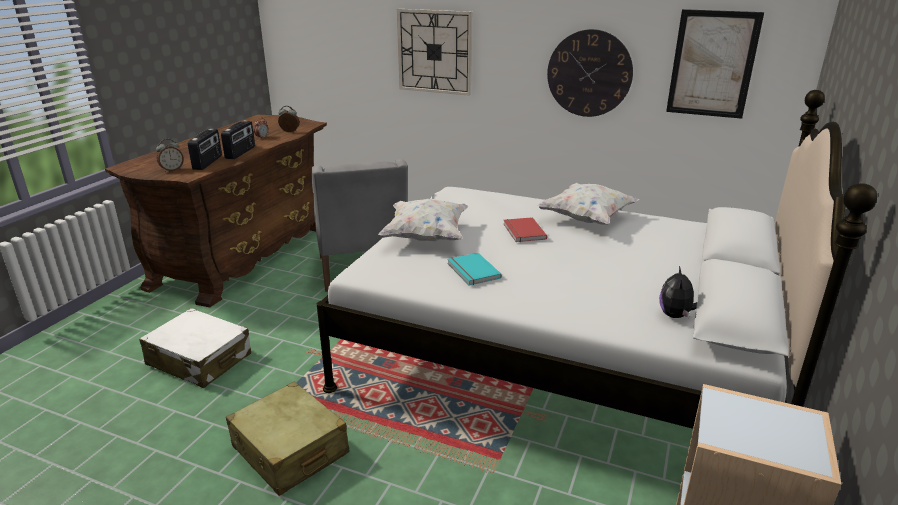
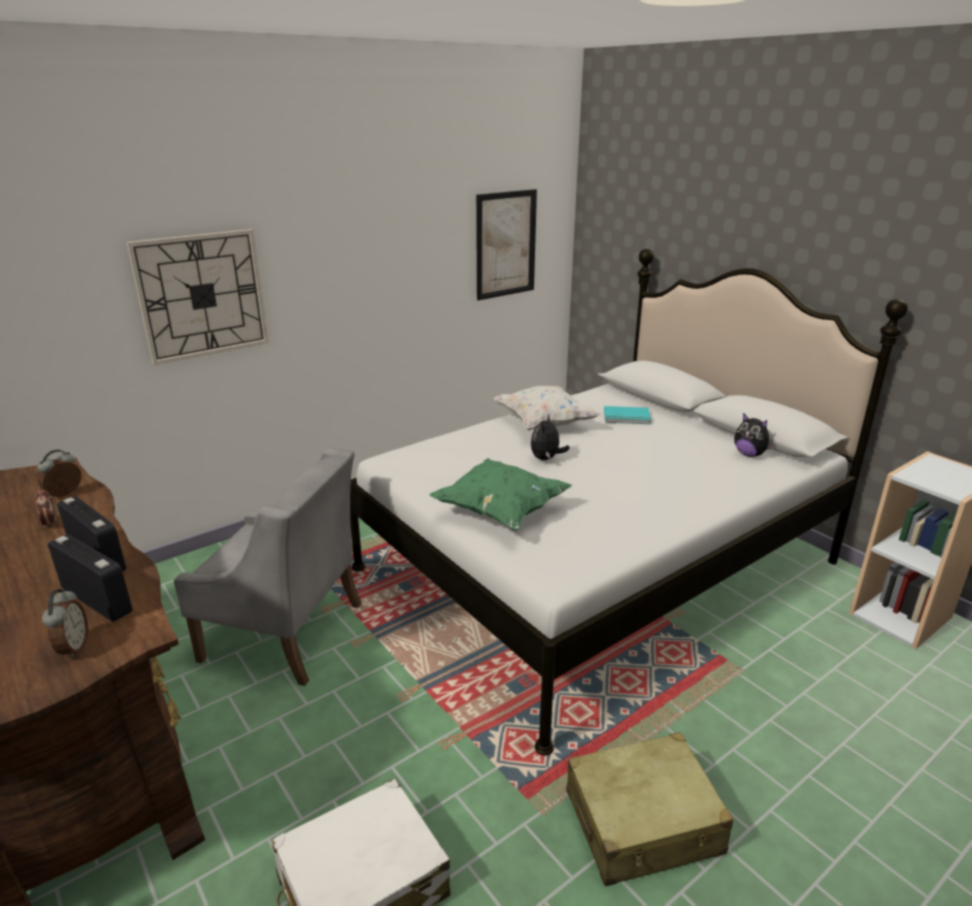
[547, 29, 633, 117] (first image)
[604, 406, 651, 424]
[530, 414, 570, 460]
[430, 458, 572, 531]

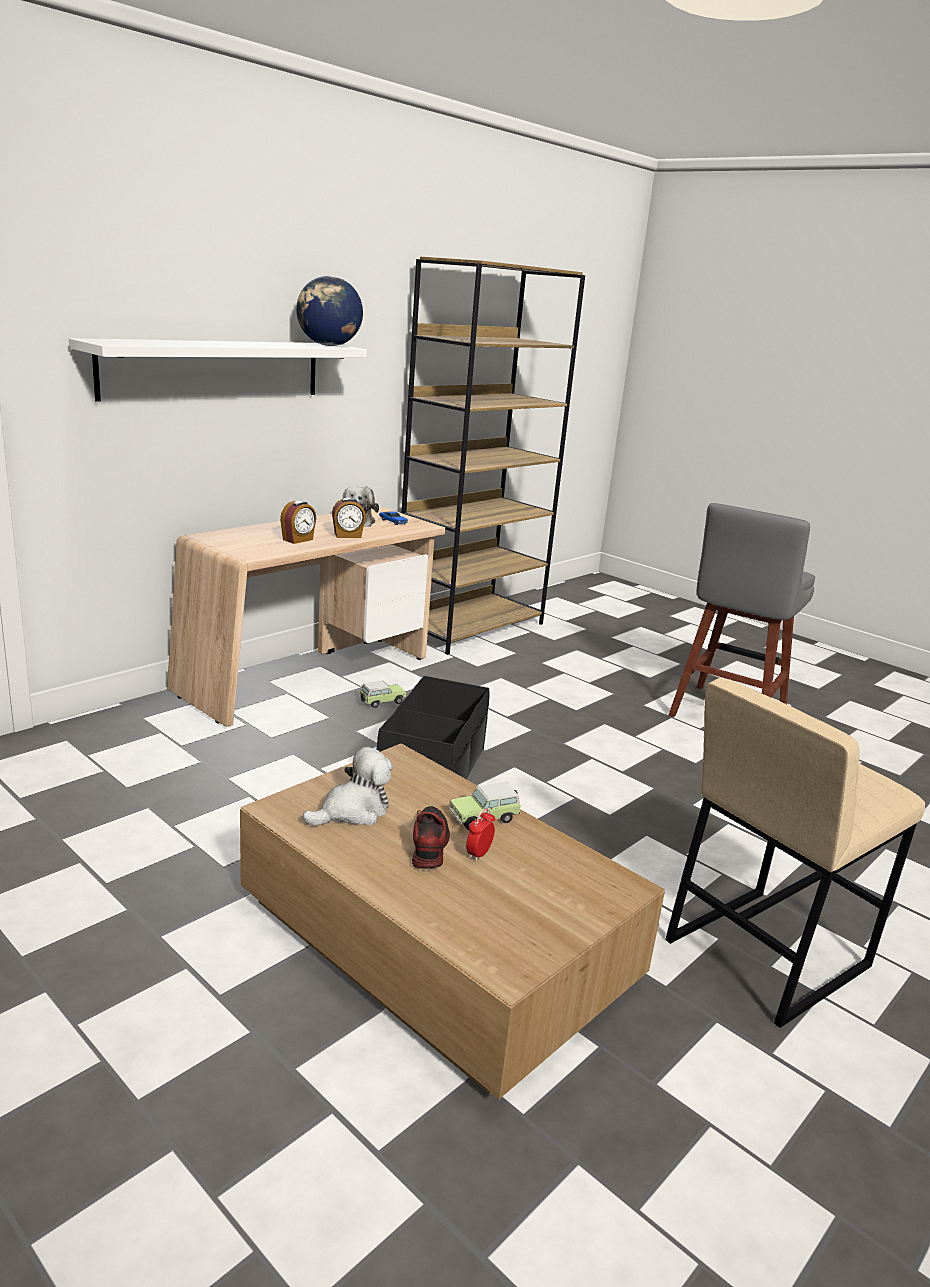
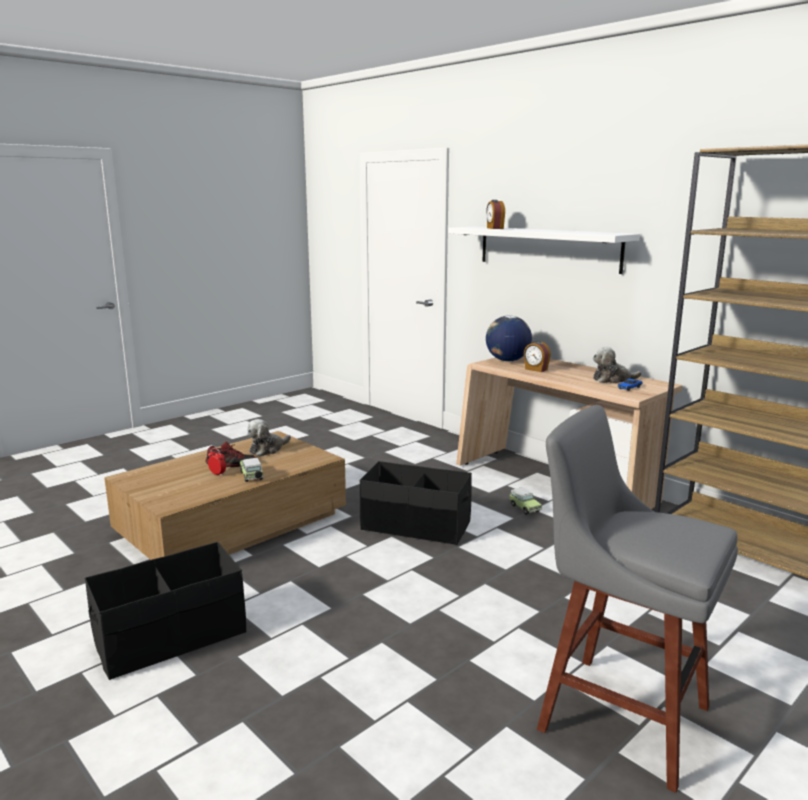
[486, 316, 532, 361]
[486, 200, 505, 229]
[85, 542, 246, 680]
[247, 419, 291, 456]

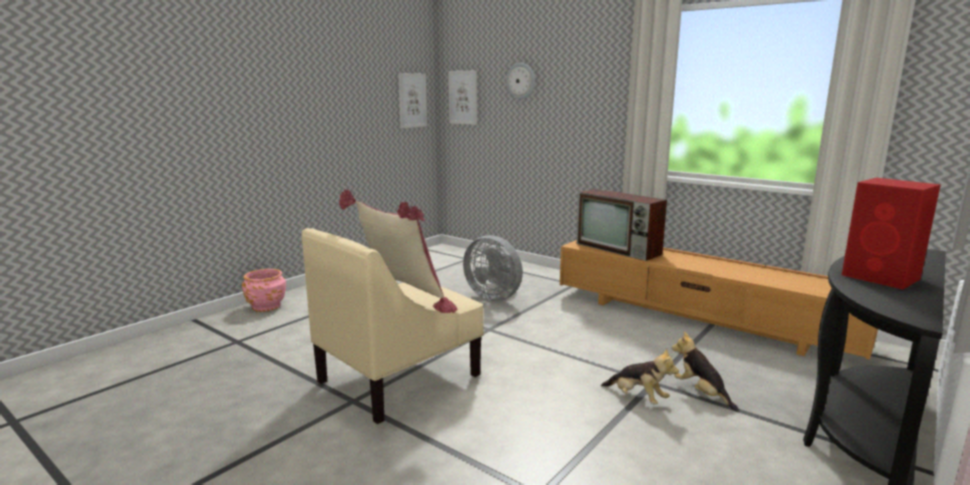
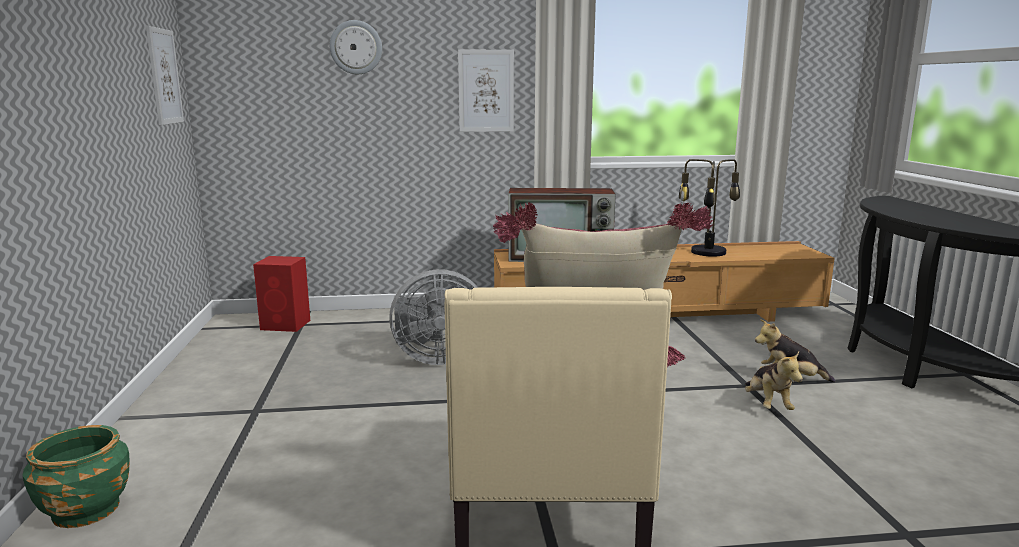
[679, 159, 740, 257]
[458, 49, 514, 132]
[253, 256, 310, 332]
[22, 425, 129, 528]
[745, 352, 803, 410]

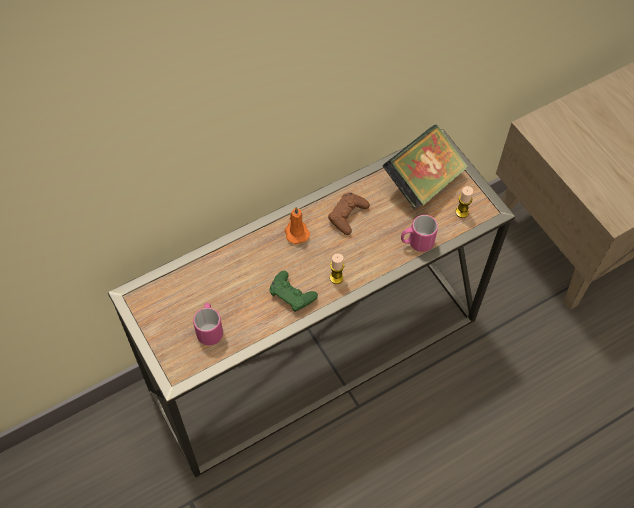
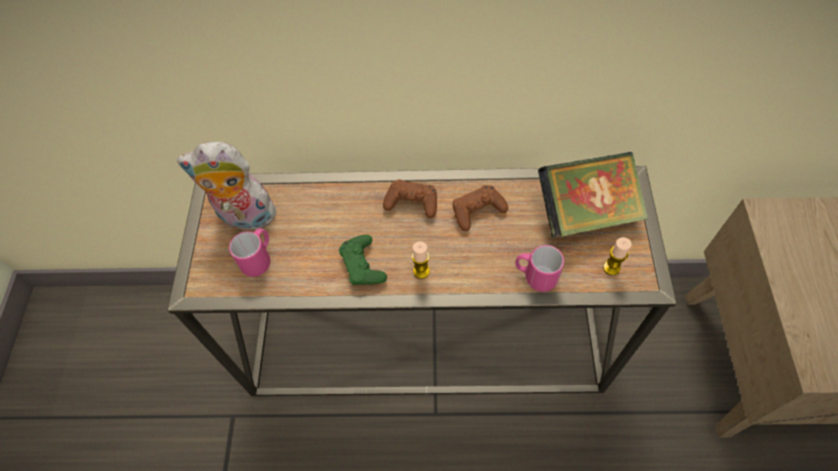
[176, 142, 276, 231]
[383, 180, 437, 218]

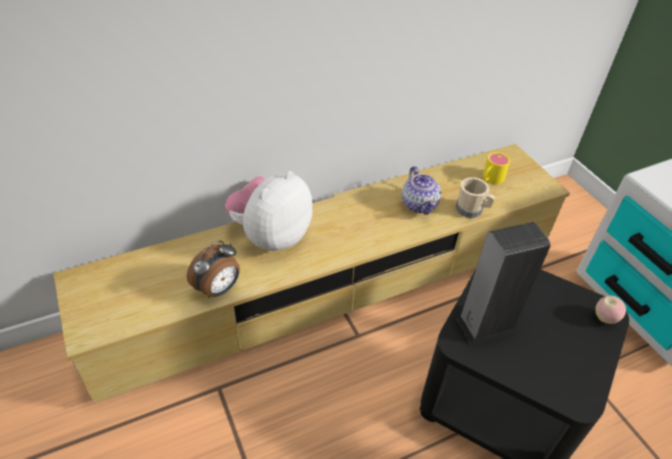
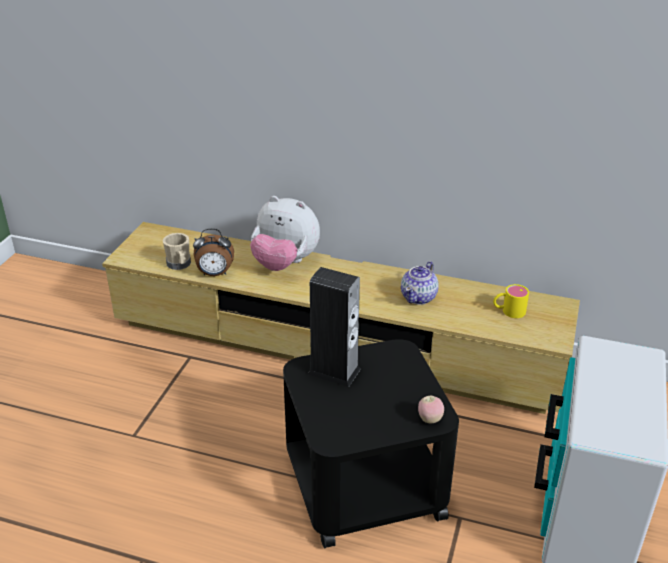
[163, 233, 191, 270]
[250, 196, 320, 271]

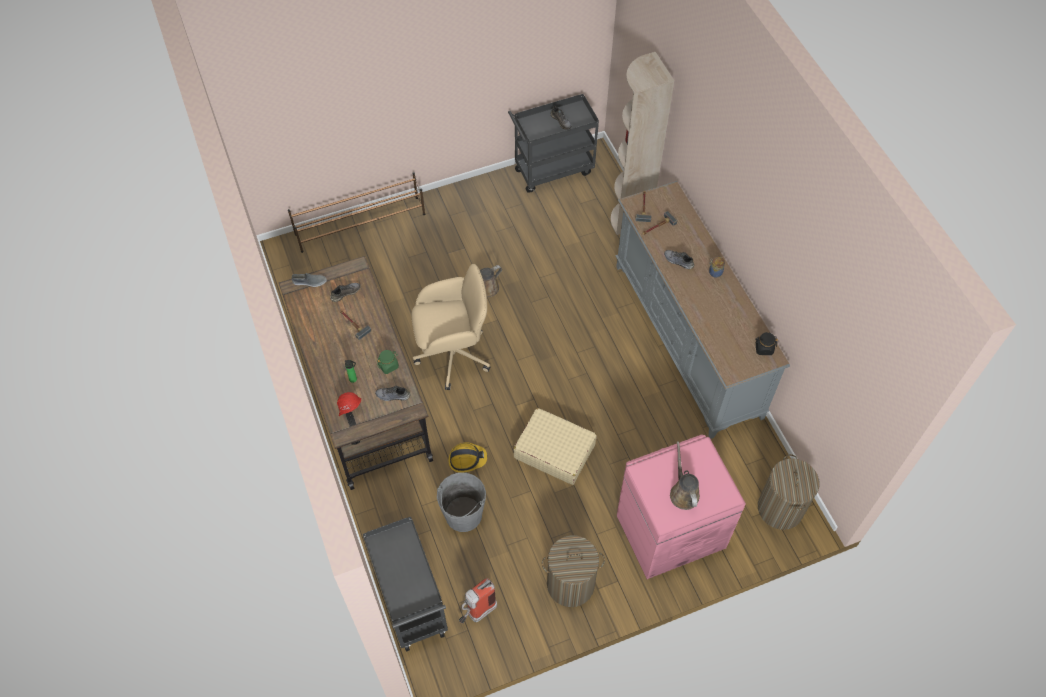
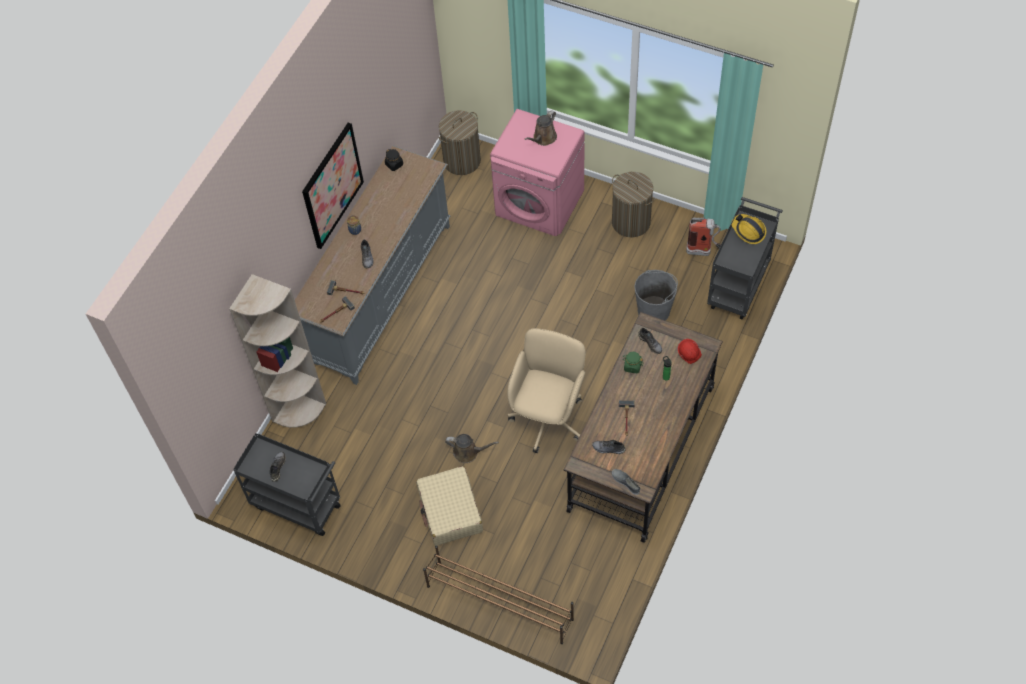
[302, 123, 364, 249]
[732, 214, 766, 244]
[416, 466, 483, 546]
[507, 328, 586, 453]

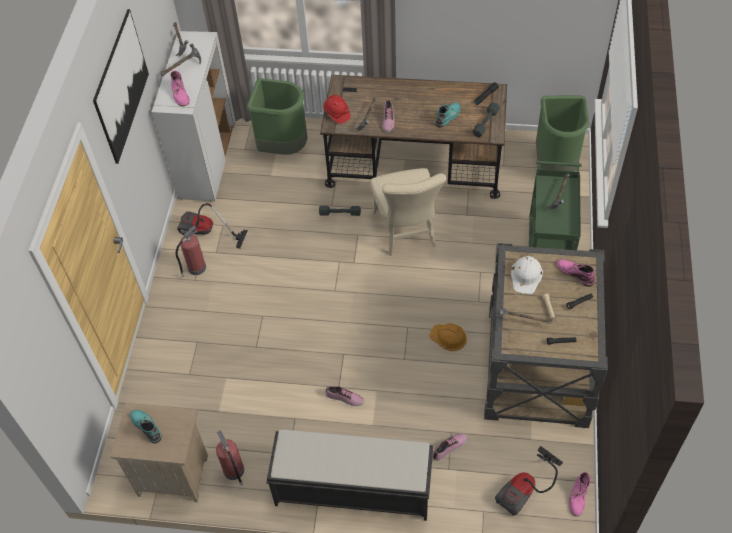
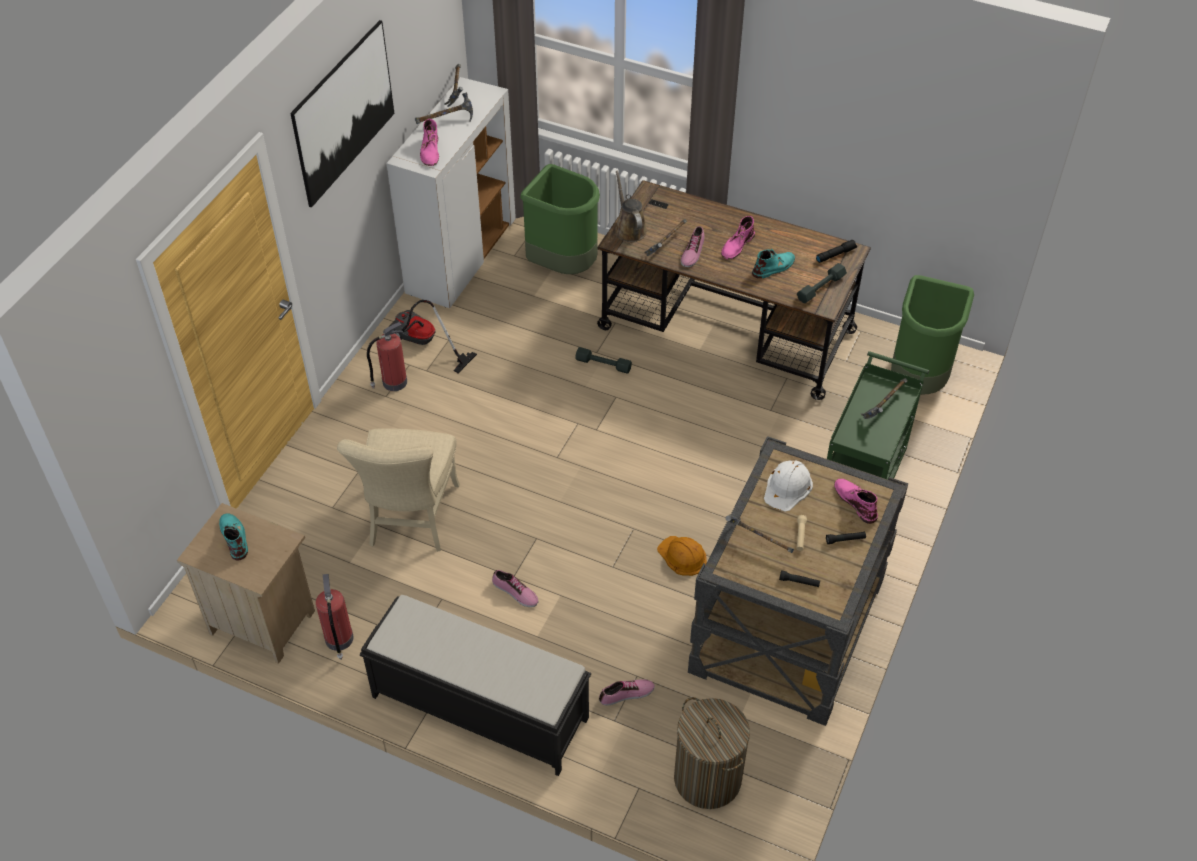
[337, 428, 460, 552]
[721, 216, 755, 260]
[615, 170, 647, 242]
[674, 697, 750, 809]

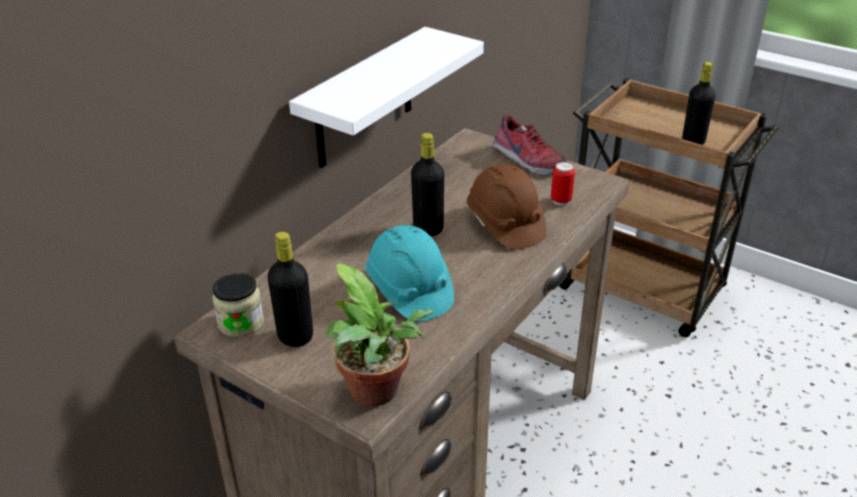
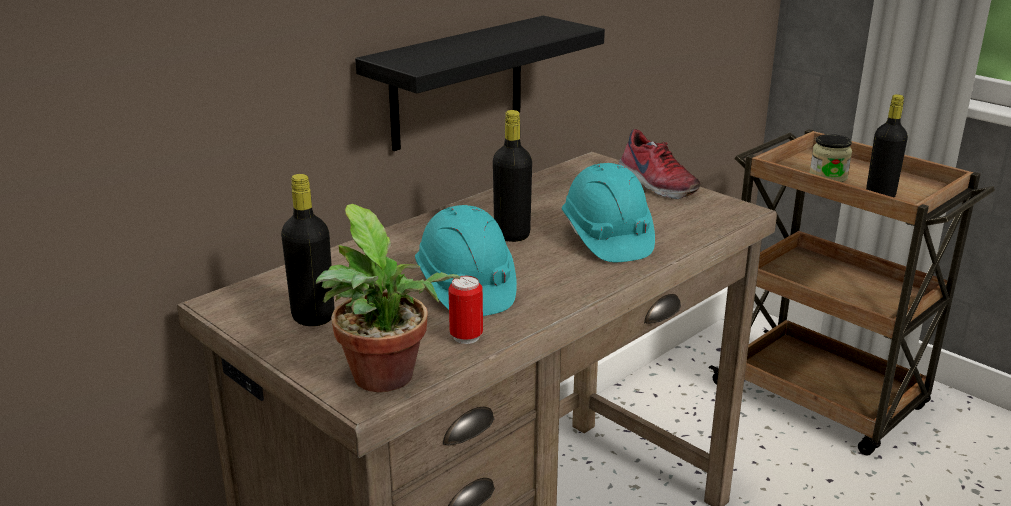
[809, 134, 852, 182]
[448, 276, 483, 344]
[355, 16, 605, 151]
[562, 163, 655, 262]

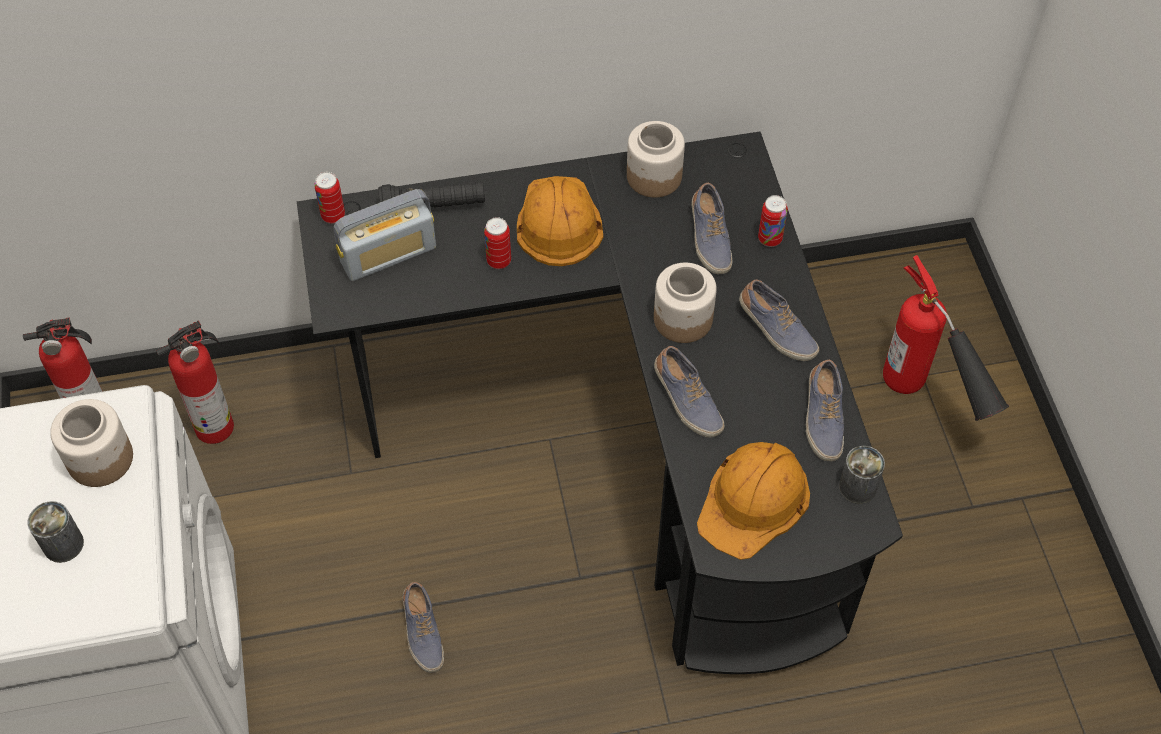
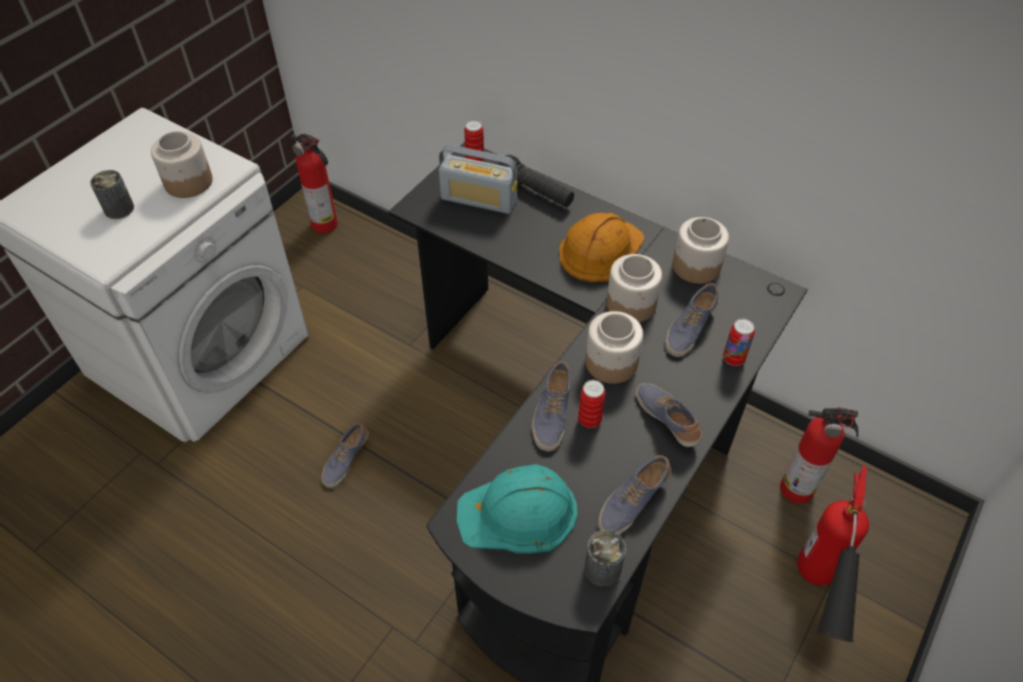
[606, 254, 662, 322]
[780, 407, 858, 504]
[578, 380, 606, 428]
[457, 464, 577, 553]
[636, 383, 702, 447]

